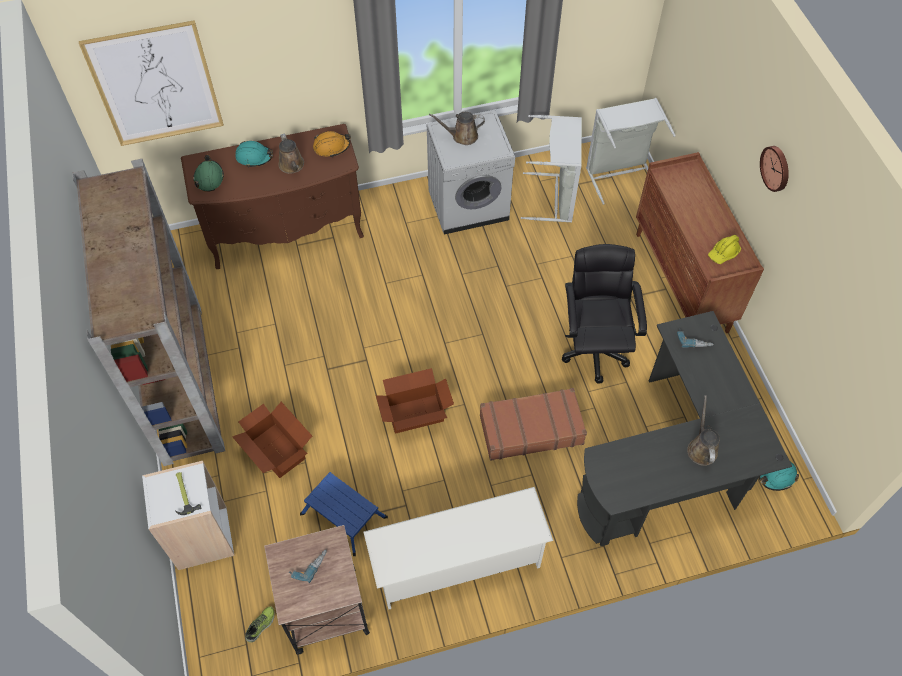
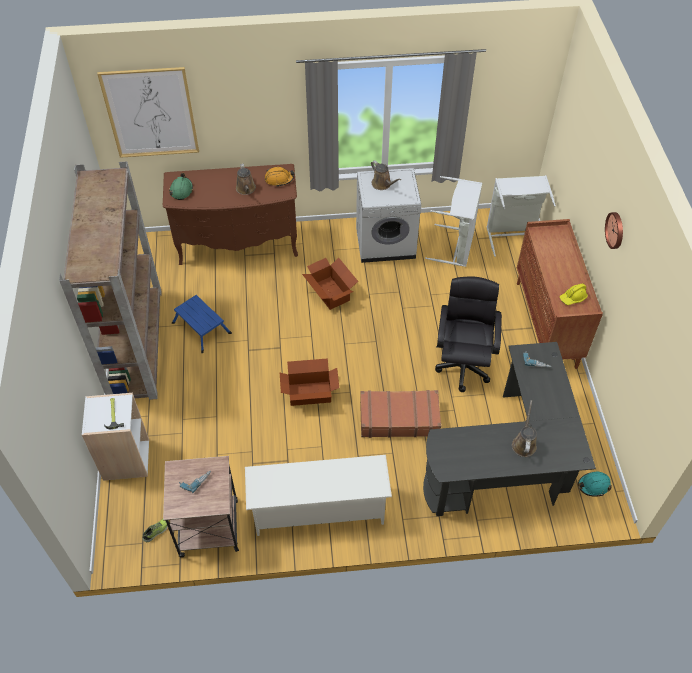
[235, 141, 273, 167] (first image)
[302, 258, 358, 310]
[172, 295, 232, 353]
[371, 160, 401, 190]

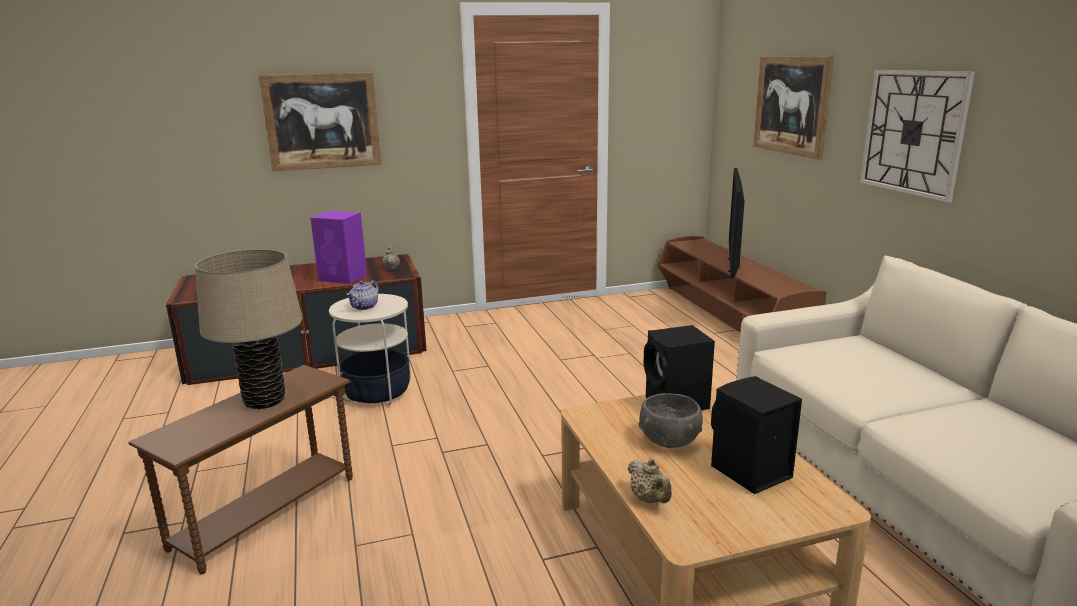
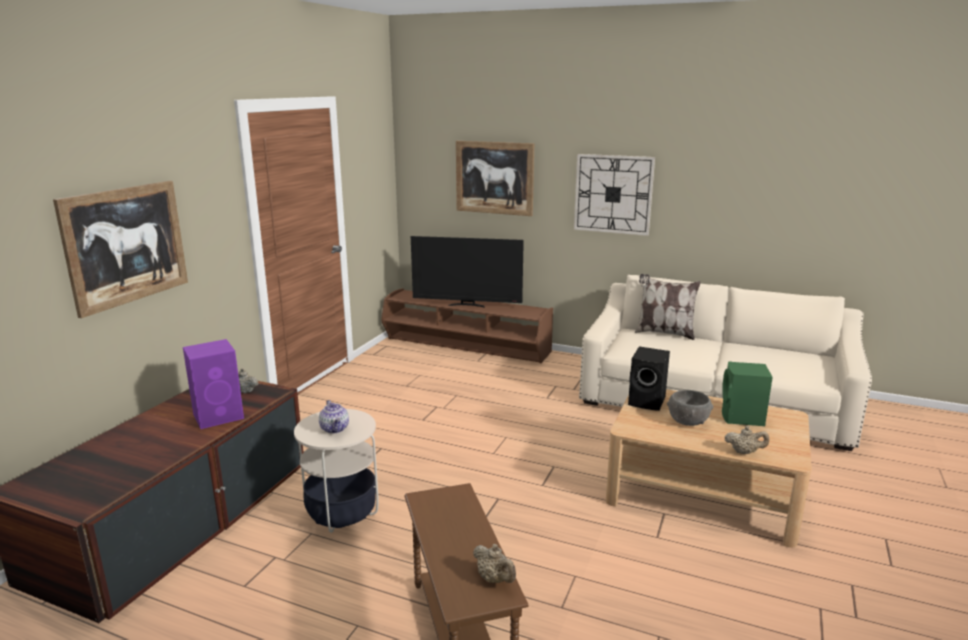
[195, 249, 303, 409] (first image)
[473, 544, 516, 583]
[635, 274, 701, 340]
[722, 361, 773, 426]
[411, 236, 524, 308]

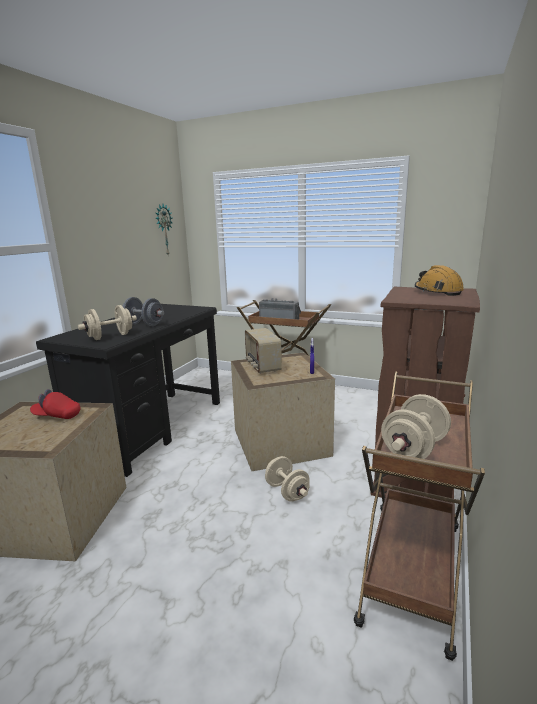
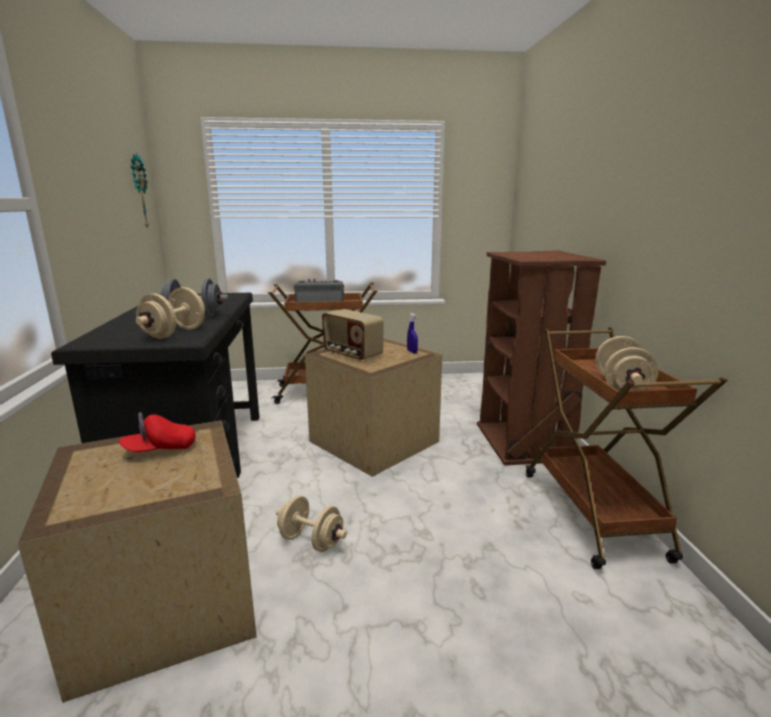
[415, 265, 464, 296] (first image)
[276, 495, 347, 552]

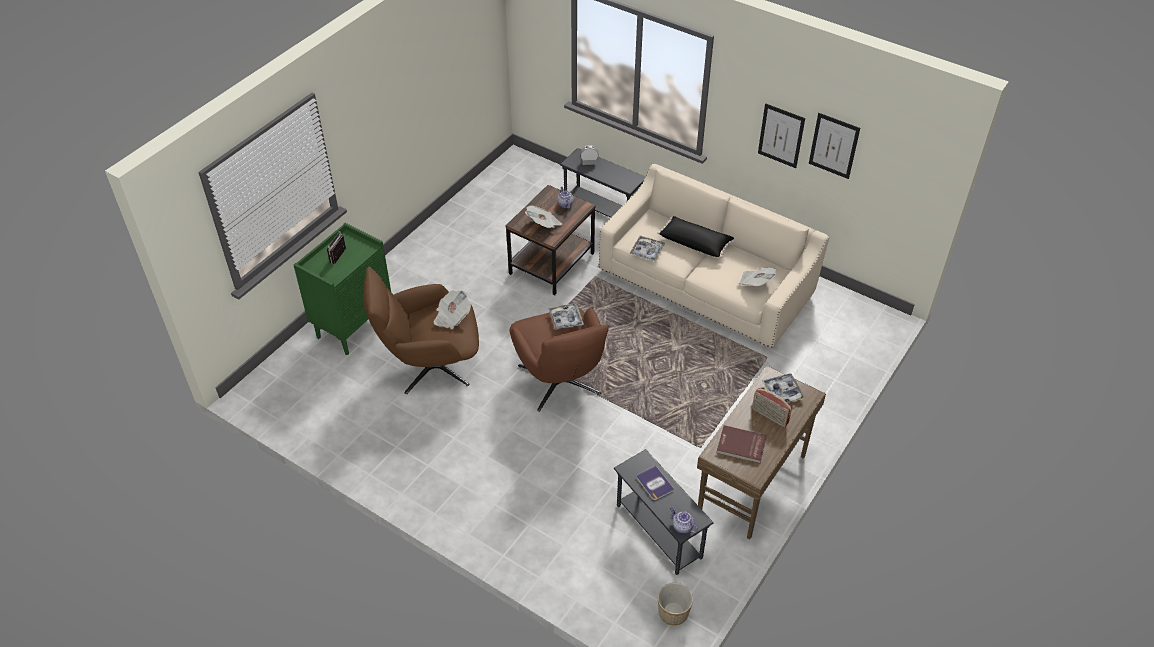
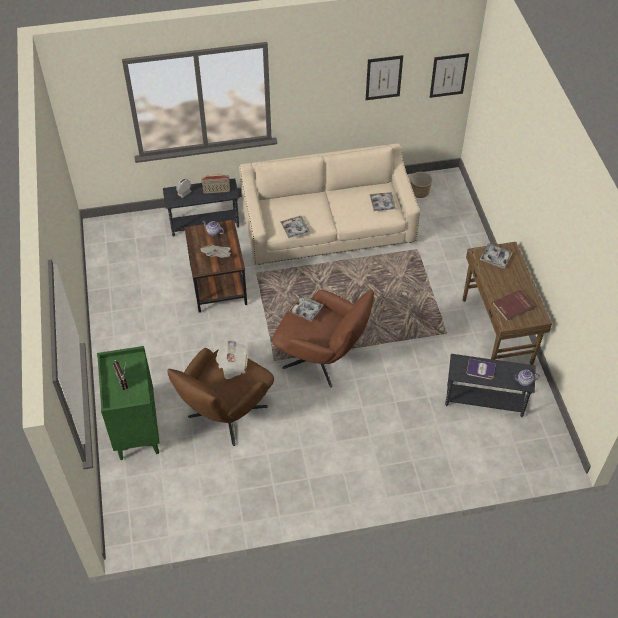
[657, 216, 735, 258] (first image)
[411, 172, 432, 198]
[202, 174, 230, 194]
[430, 53, 469, 98]
[370, 192, 396, 211]

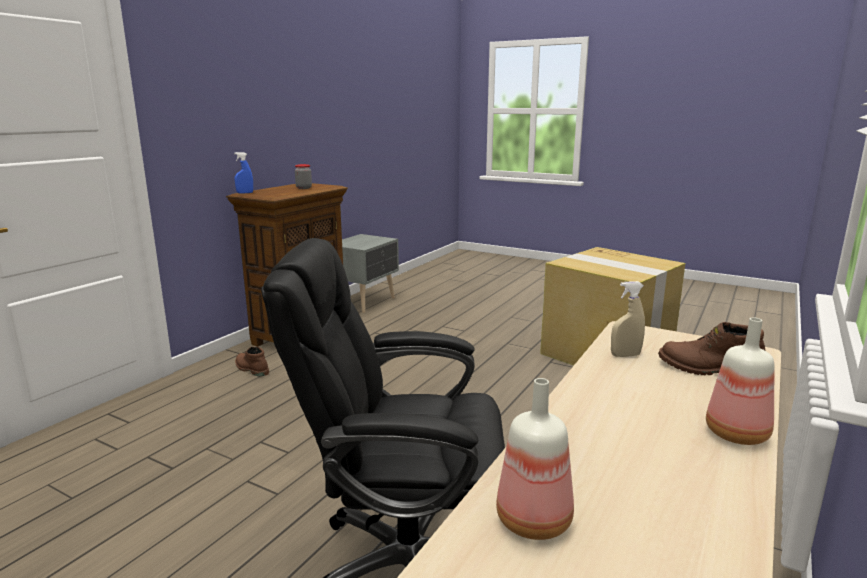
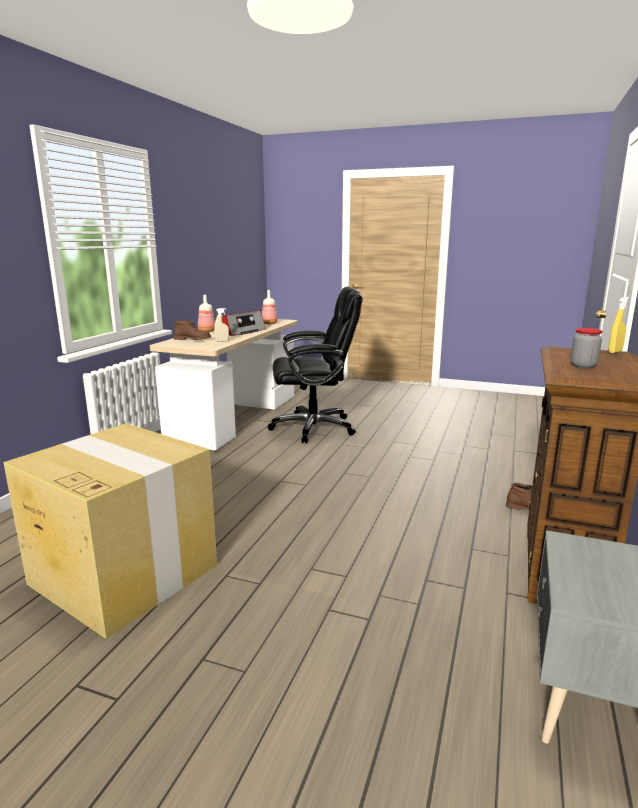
[222, 310, 266, 336]
[608, 297, 629, 353]

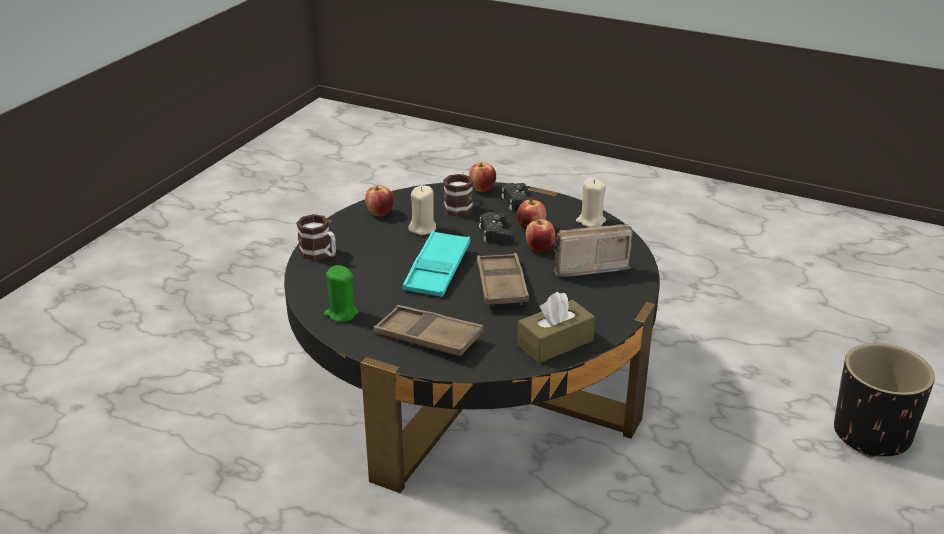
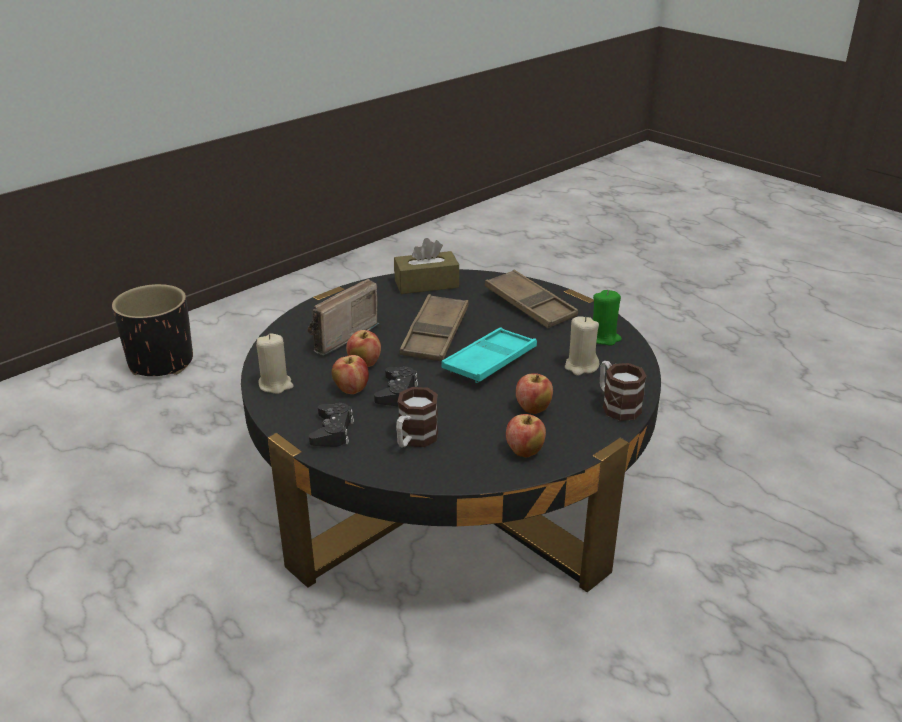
[565, 316, 599, 376]
[516, 373, 553, 414]
[308, 279, 379, 355]

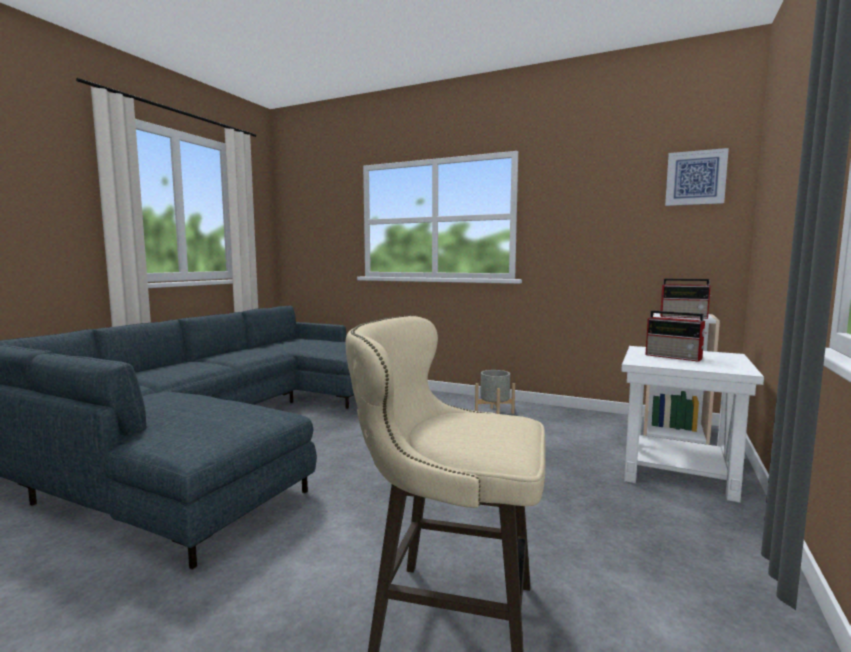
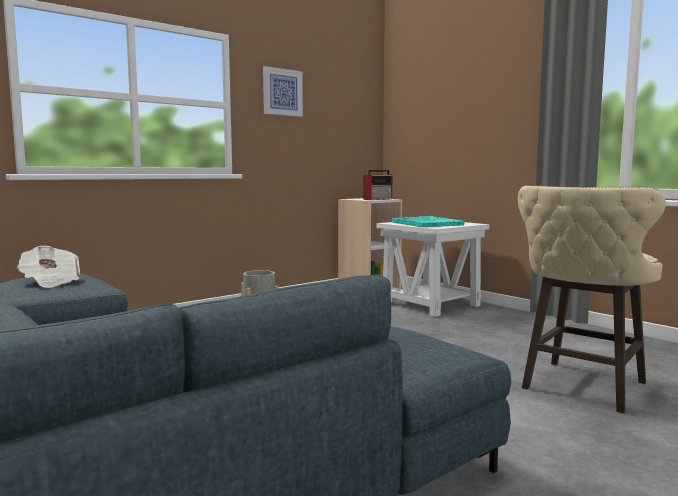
[17, 246, 80, 288]
[263, 66, 303, 117]
[392, 216, 464, 227]

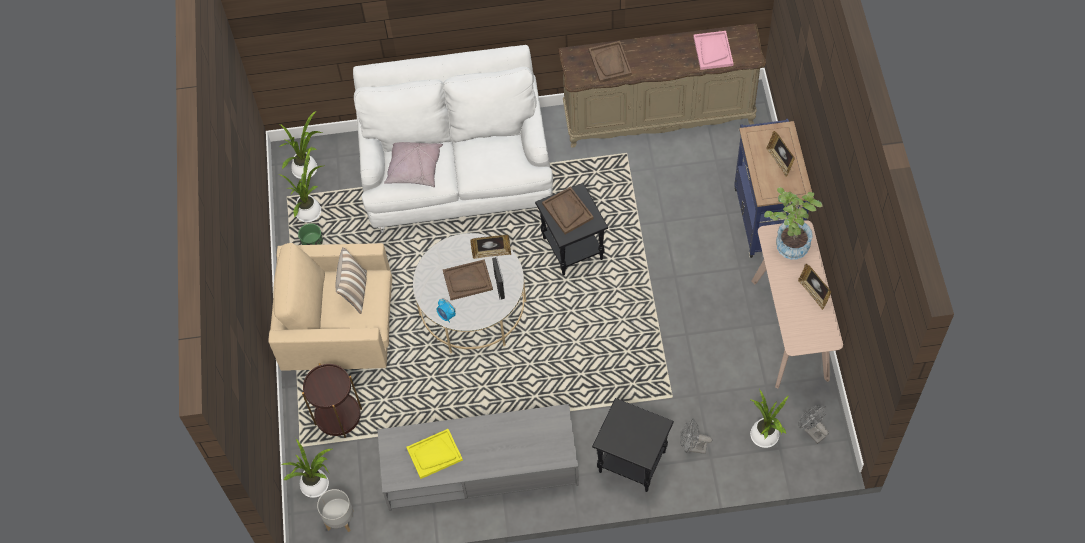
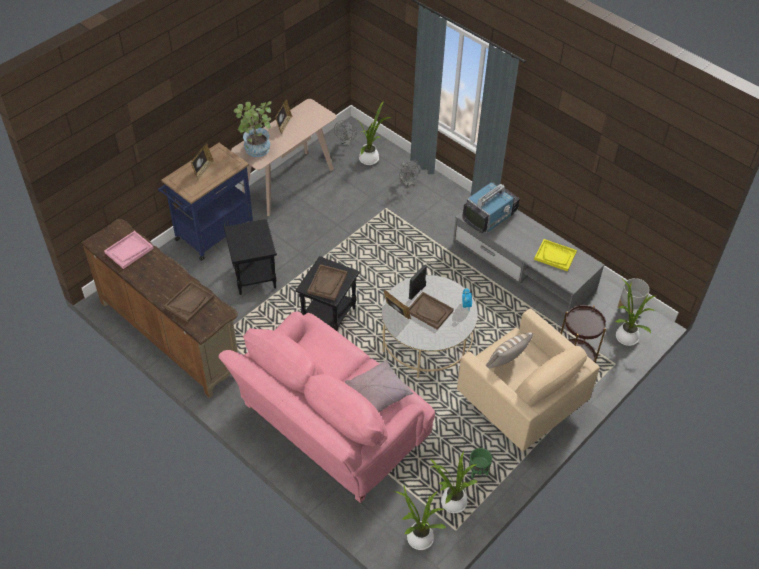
[462, 182, 520, 233]
[224, 219, 277, 295]
[218, 311, 435, 503]

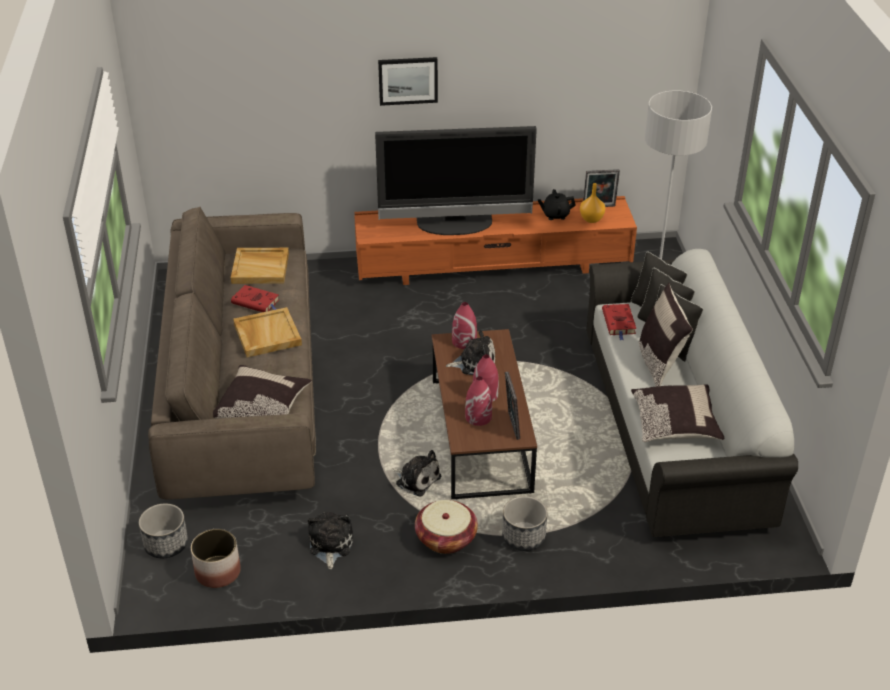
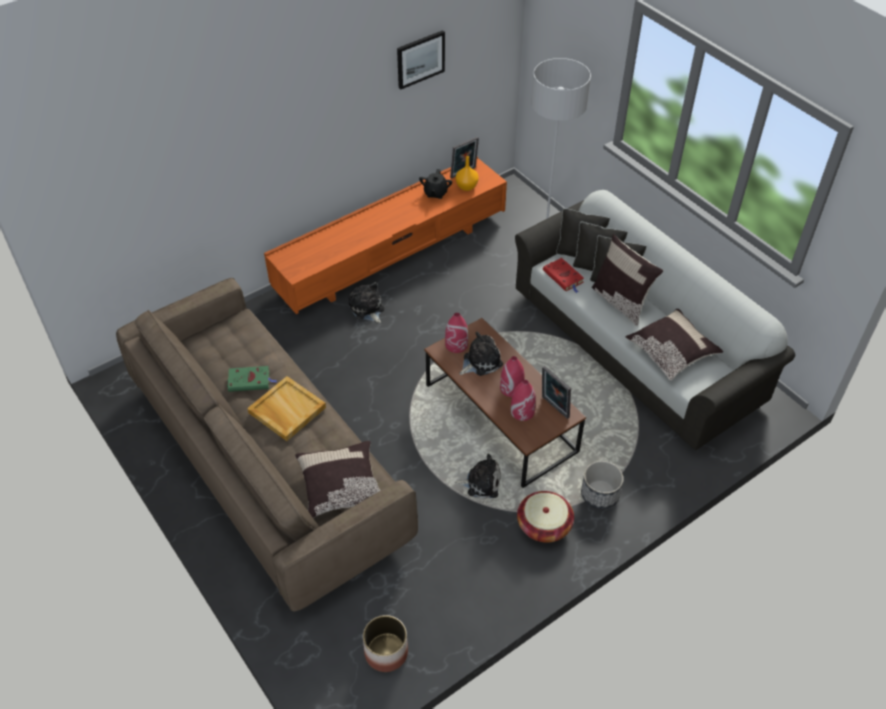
[139, 503, 188, 558] (first image)
[231, 248, 289, 284] (first image)
[375, 126, 537, 235] (first image)
[349, 282, 384, 324]
[397, 30, 445, 89]
[227, 366, 277, 392]
[419, 169, 452, 199]

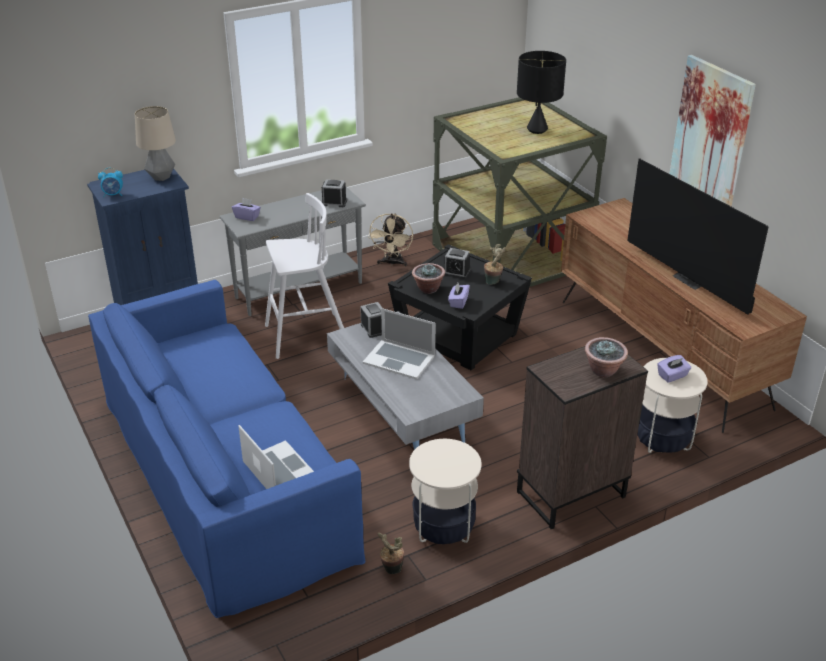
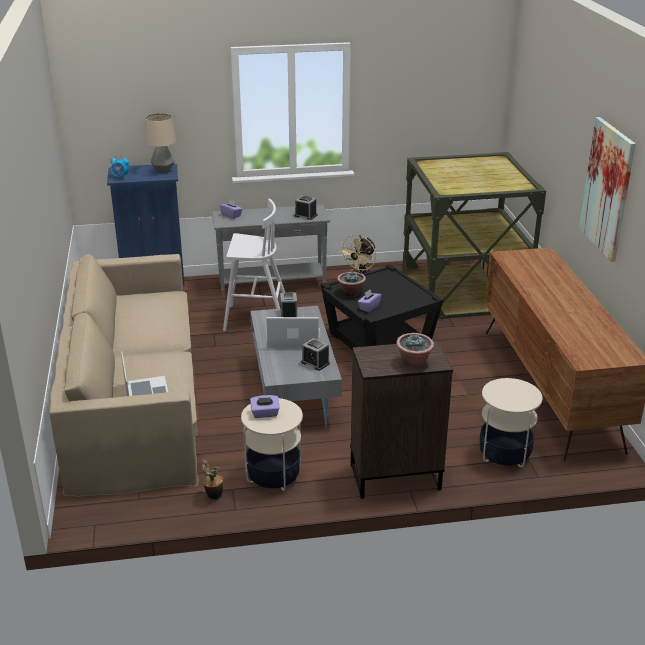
[484, 244, 506, 285] (first image)
[517, 51, 566, 134] (first image)
[627, 158, 769, 315] (first image)
[301, 338, 330, 371]
[250, 395, 280, 418]
[50, 254, 199, 497]
[266, 317, 319, 348]

